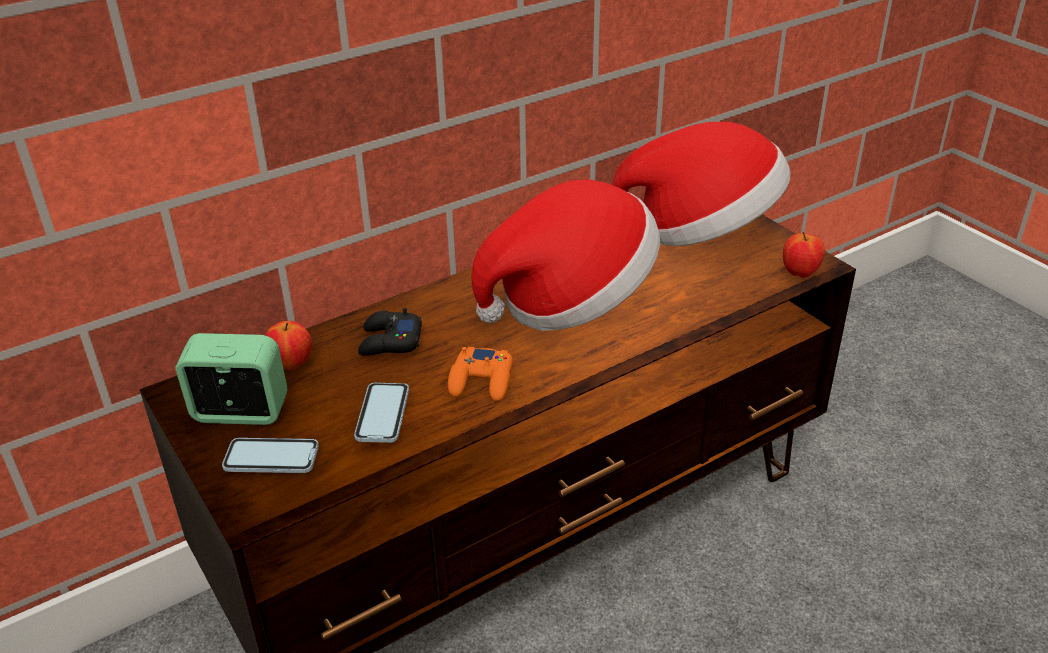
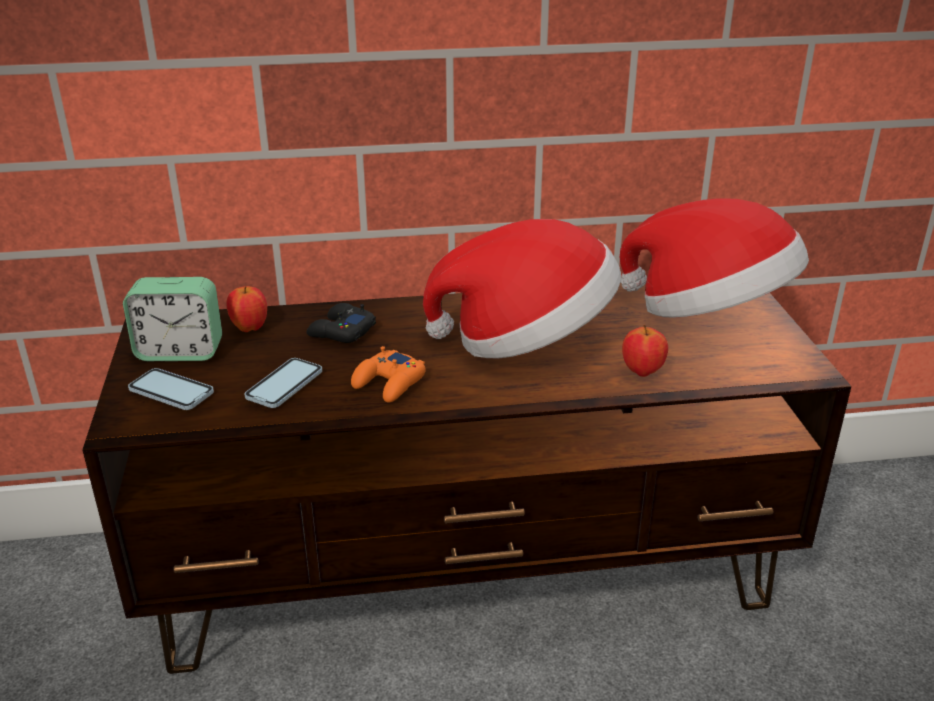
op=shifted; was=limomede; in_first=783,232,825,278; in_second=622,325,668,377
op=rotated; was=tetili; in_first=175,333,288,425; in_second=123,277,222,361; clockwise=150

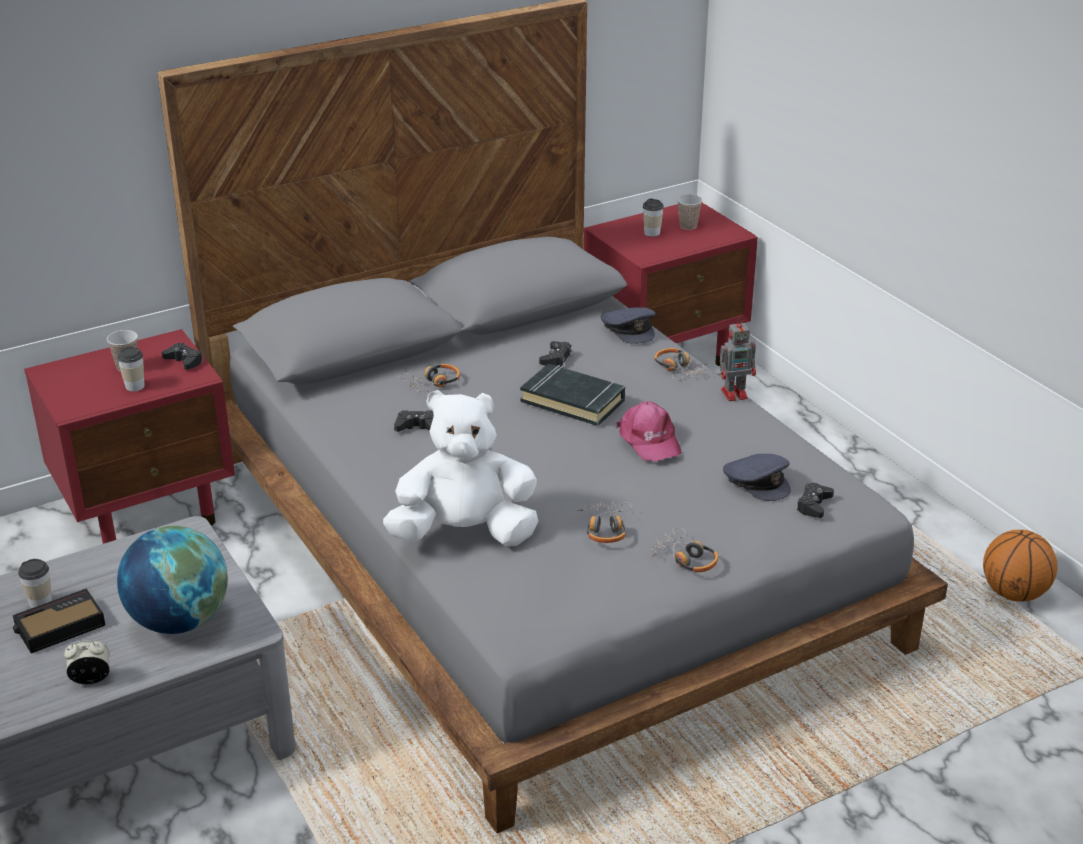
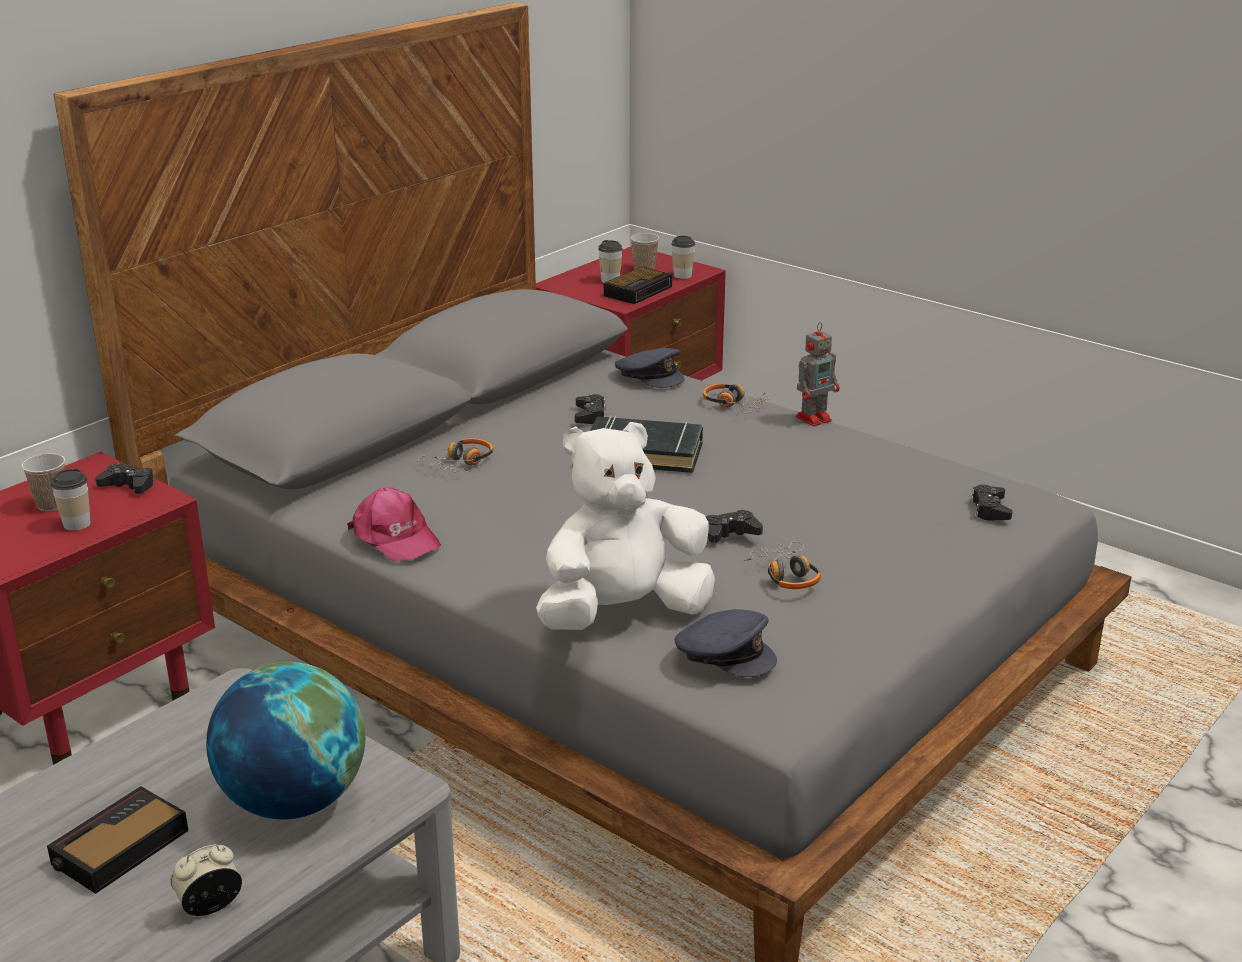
op=gone; was=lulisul; in_first=651,528,718,572
op=gone; was=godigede; in_first=983,530,1057,602
op=new; now=tetili; in_second=604,267,672,304
op=shifted; was=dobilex; in_first=18,559,52,608; in_second=671,236,696,279
op=shifted; was=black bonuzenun; in_first=394,410,434,432; in_second=706,510,763,543
op=shifted; was=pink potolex; in_first=616,401,682,461; in_second=347,487,441,562
op=shifted; was=grey potolex; in_first=723,454,791,501; in_second=675,609,777,677

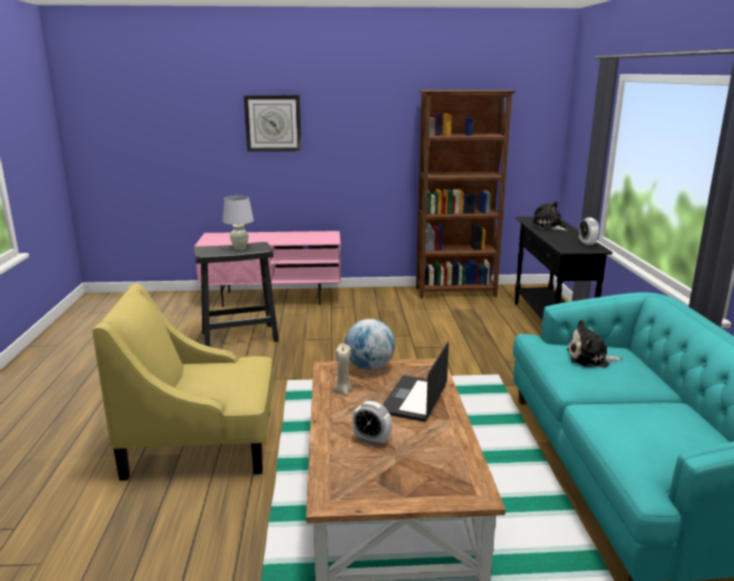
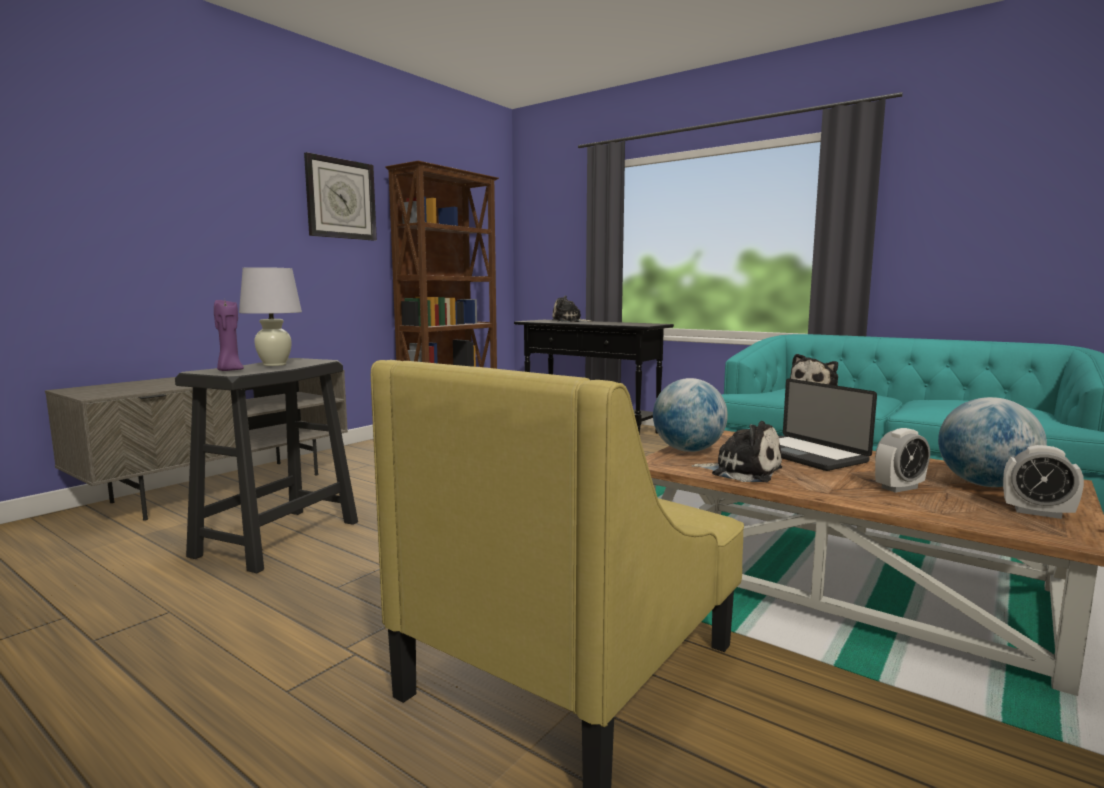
op=new; now=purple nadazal; in_second=214,300,244,371
op=new; now=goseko; in_second=938,397,1047,487
op=shifted; was=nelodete; in_first=244,95,302,152; in_second=304,152,377,241
op=shifted; was=tetili; in_first=579,217,599,246; in_second=1003,445,1084,519
op=swapped; was=beige nadazal; now=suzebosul; in_first=334,344,352,395; in_second=691,421,782,482
op=repainted; was=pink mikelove; now=grey mikelove; in_first=194,231,341,307; in_second=45,370,348,521

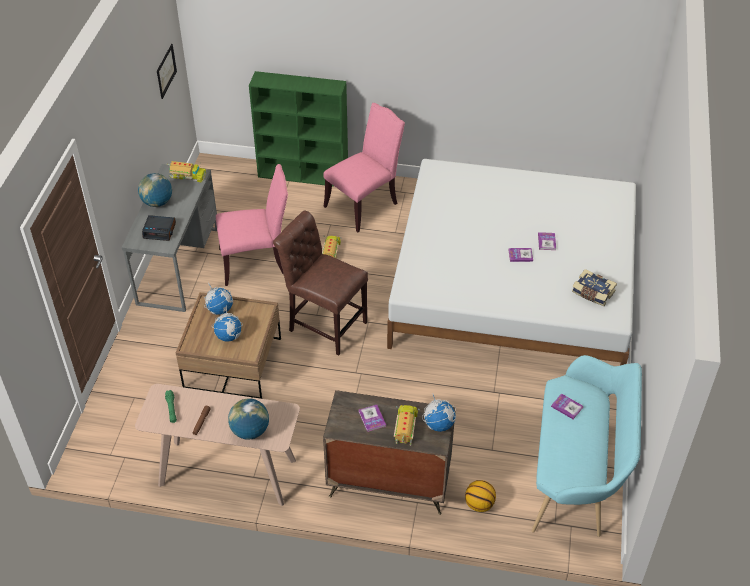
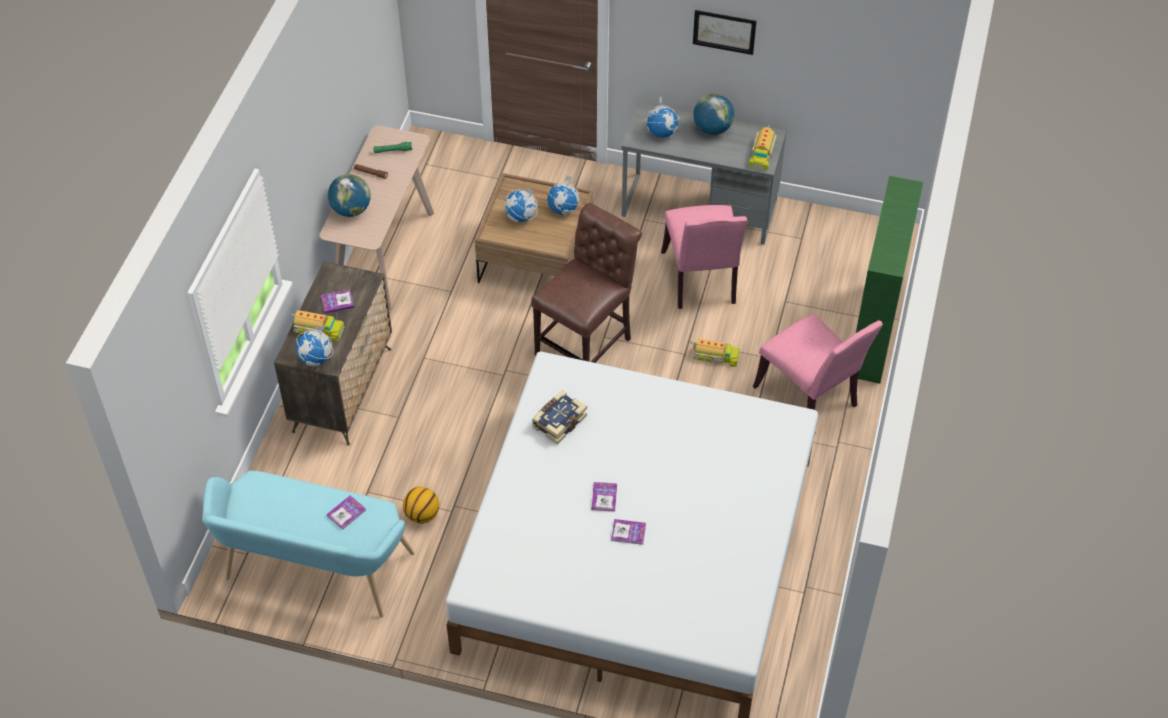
op=shifted; was=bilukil; in_first=157,44,177,99; in_second=693,10,756,55
op=shifted; was=godigede; in_first=465,480,496,512; in_second=403,487,439,524
op=shifted; was=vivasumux; in_first=572,269,617,306; in_second=532,391,587,444
op=swapped; was=tetili; now=goseko; in_first=142,215,176,241; in_second=645,96,680,138

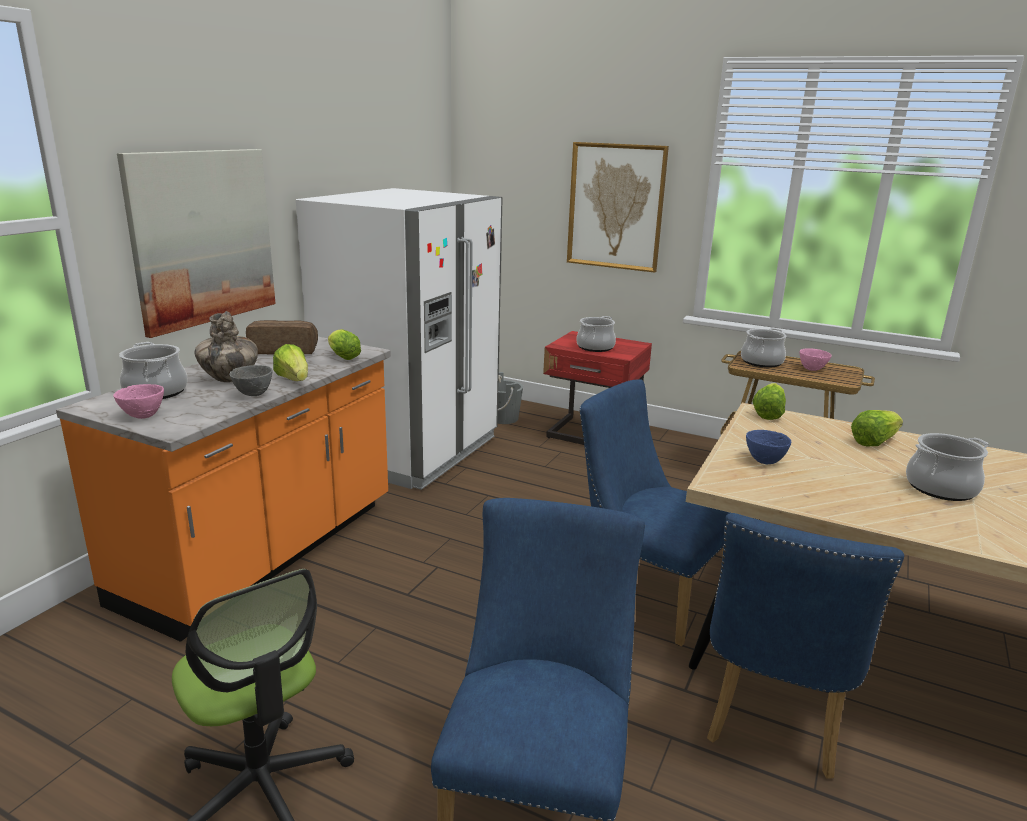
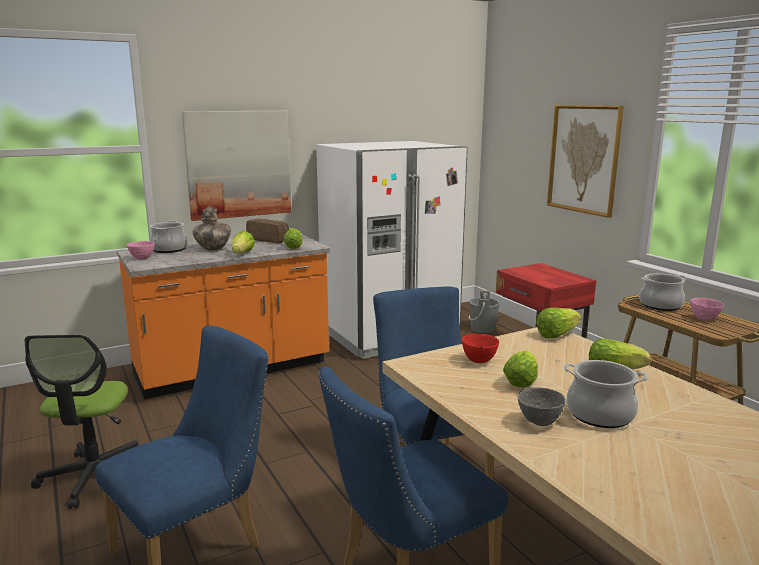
op=gone; was=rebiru; in_first=576,316,616,352
op=new; now=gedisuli; in_second=503,350,538,388
op=shifted; was=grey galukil; in_first=229,365,273,396; in_second=517,387,566,426
op=repainted; was=blue galukil; now=red galukil; in_first=746,430,791,464; in_second=462,334,499,363

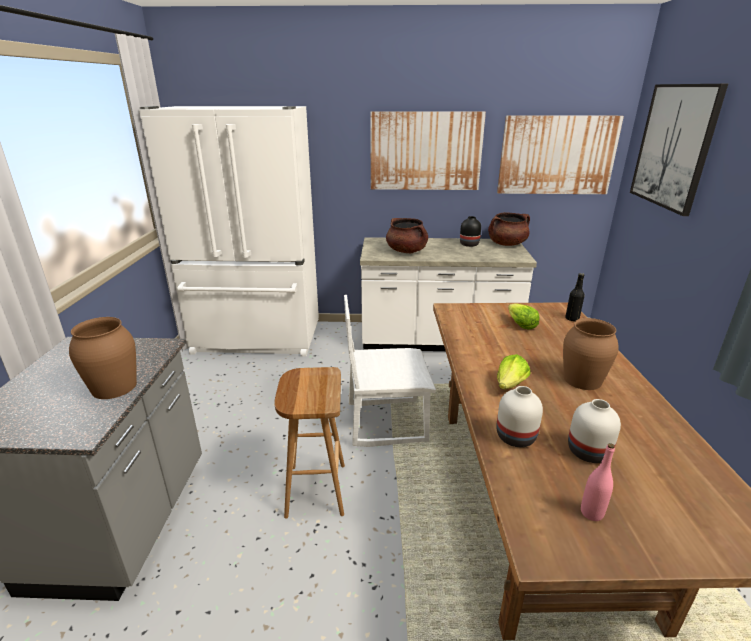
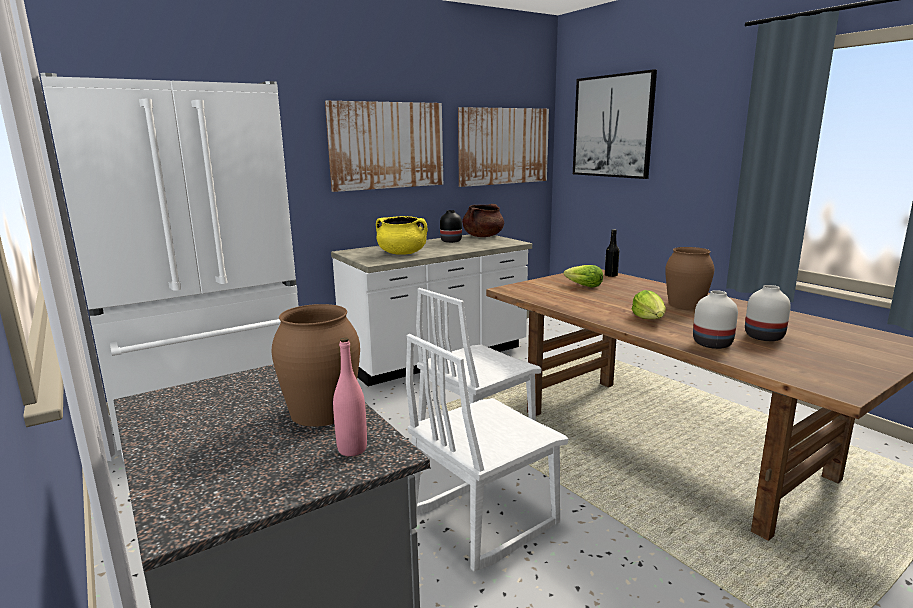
op=shifted; was=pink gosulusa; in_first=581,443,615,521; in_second=333,338,367,456
op=swapped; was=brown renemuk; now=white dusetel; in_first=274,367,345,519; in_second=406,334,568,572
op=repainted; was=brown rebiru; now=yellow rebiru; in_first=386,218,428,253; in_second=376,216,427,255

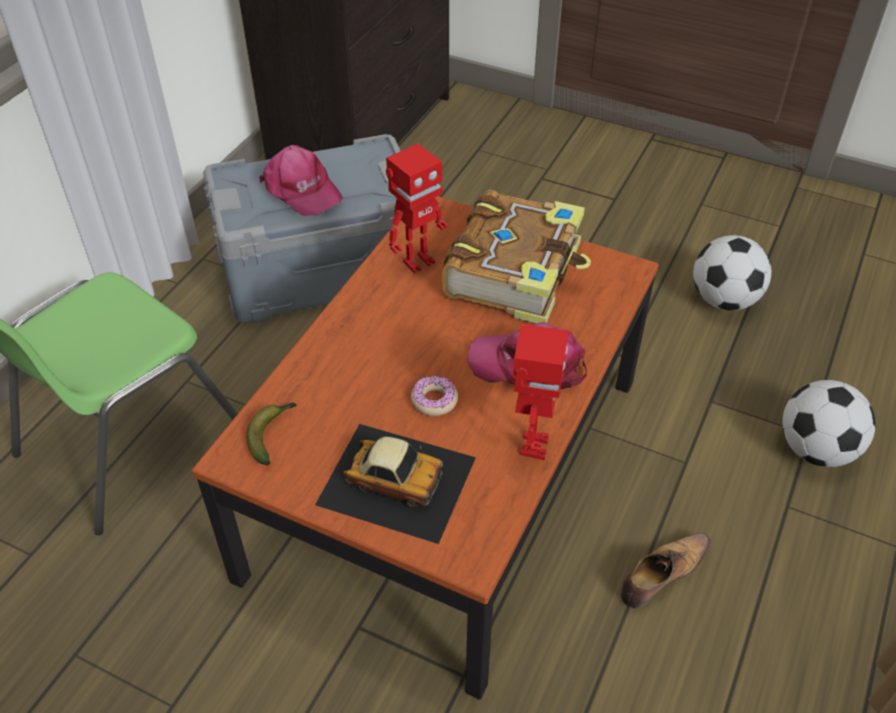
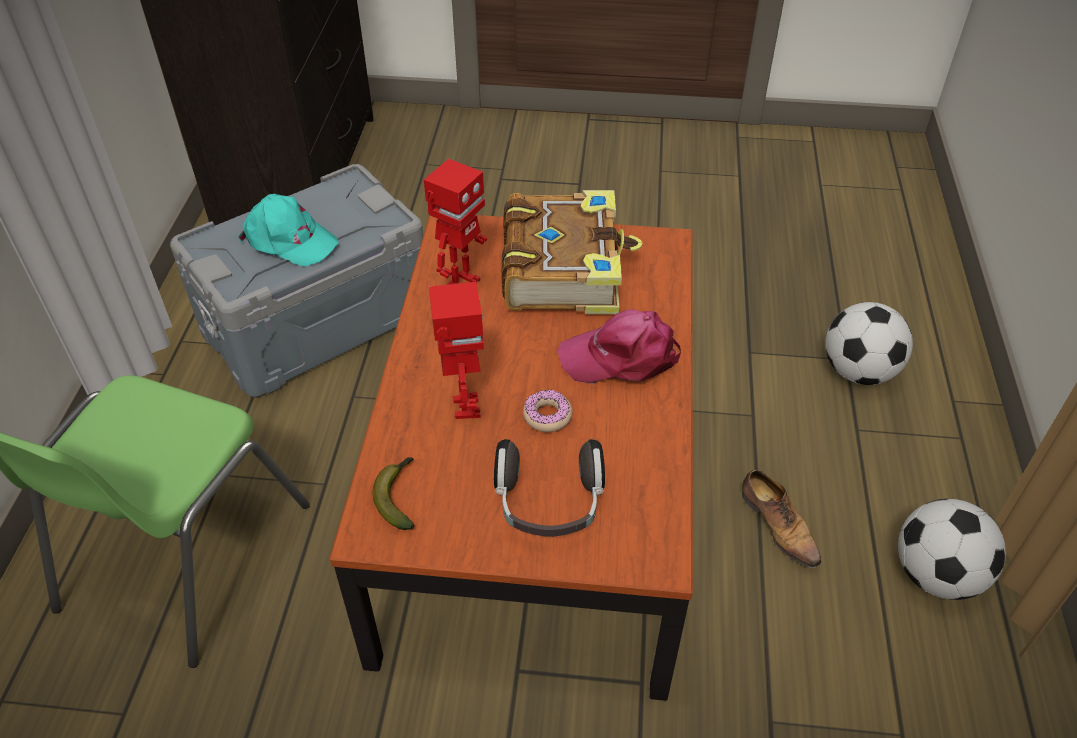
op=shifted; was=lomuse; in_first=513,324,569,460; in_second=429,282,484,419
op=shifted; was=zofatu; in_first=693,235,771,311; in_second=898,499,1006,600
op=swapped; was=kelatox; now=lulisul; in_first=315,424,476,544; in_second=494,439,605,537
op=repainted; was=pink potolex; now=turquoise potolex; in_first=259,145,343,216; in_second=238,194,339,267
op=rotated; was=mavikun; in_first=621,533,711,608; in_second=742,470,821,568; clockwise=120

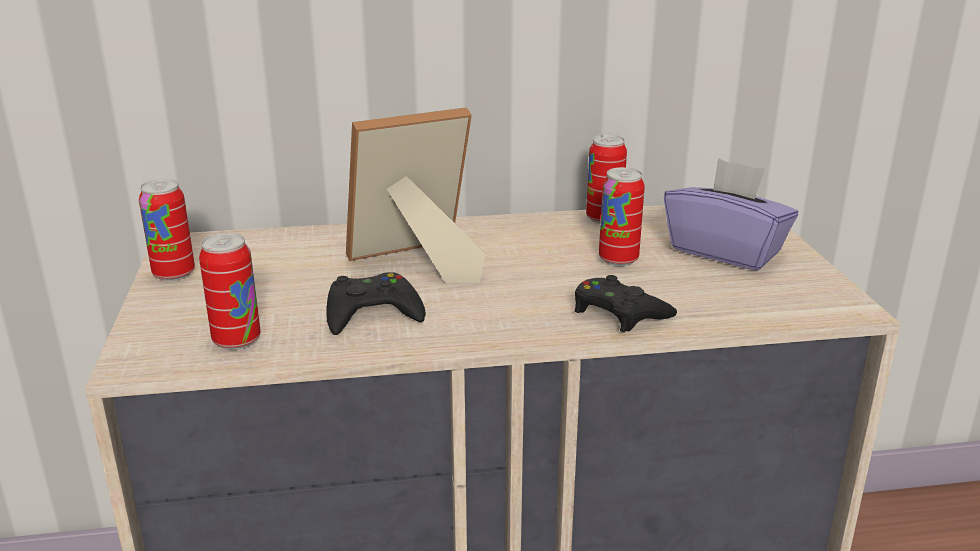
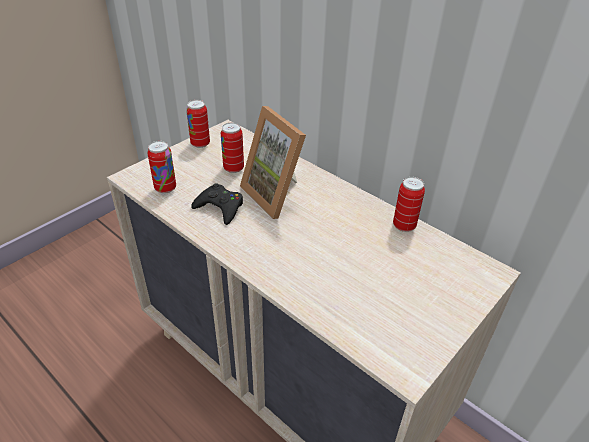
op=gone; was=black bonuzenun; in_first=575,275,677,332
op=gone; was=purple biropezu; in_first=664,158,798,271
op=shifted; was=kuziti; in_first=599,167,645,266; in_second=221,122,244,173
op=rotated; was=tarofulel; in_first=346,107,486,283; in_second=240,106,306,219; clockwise=-150

